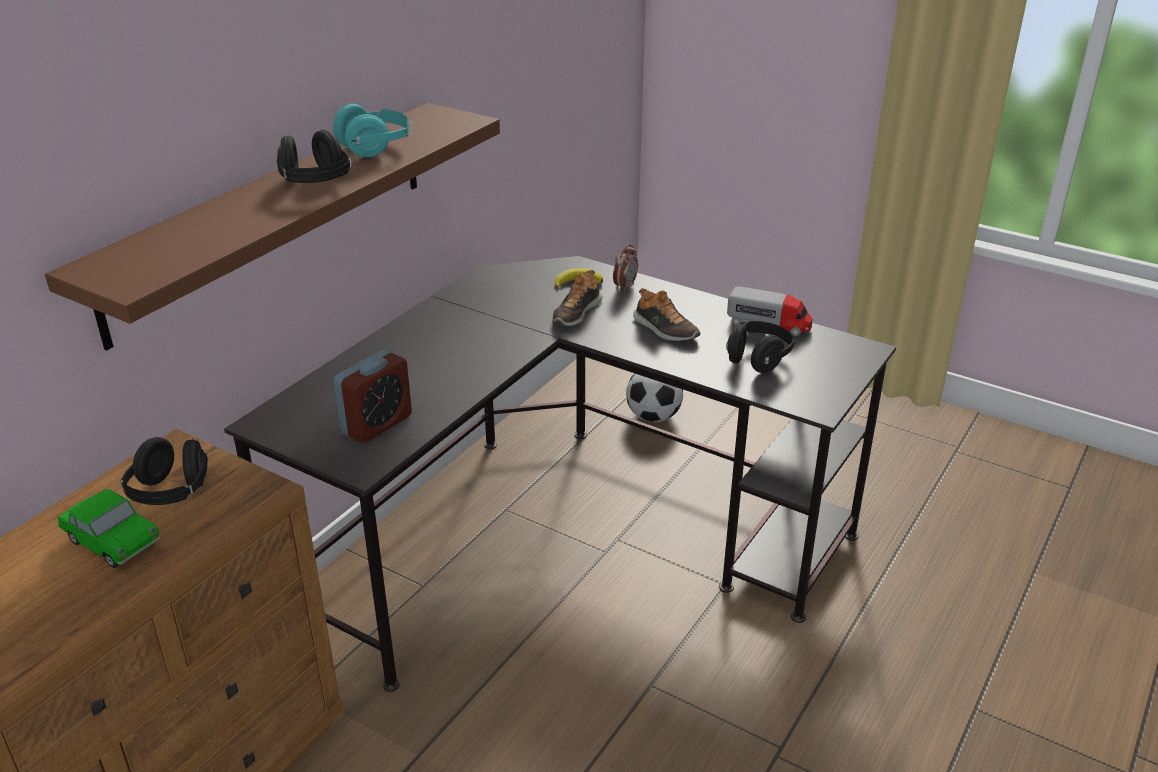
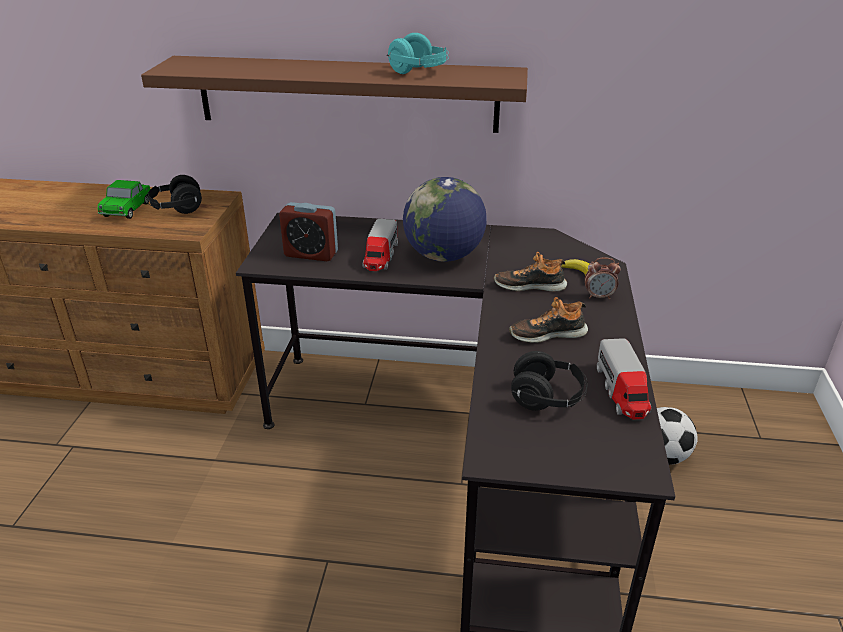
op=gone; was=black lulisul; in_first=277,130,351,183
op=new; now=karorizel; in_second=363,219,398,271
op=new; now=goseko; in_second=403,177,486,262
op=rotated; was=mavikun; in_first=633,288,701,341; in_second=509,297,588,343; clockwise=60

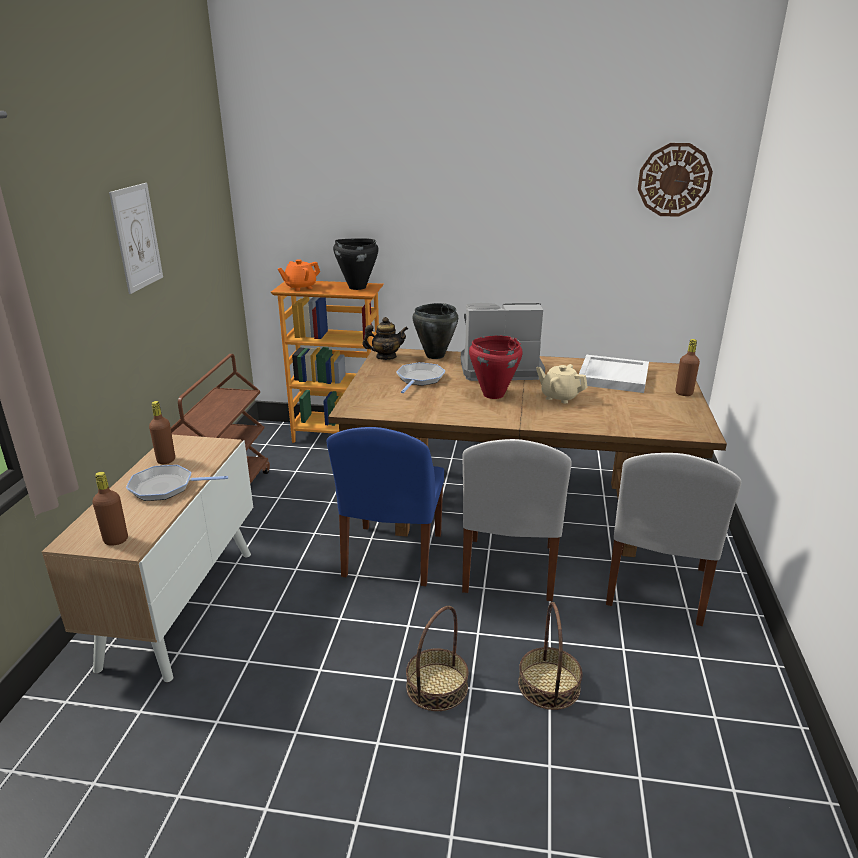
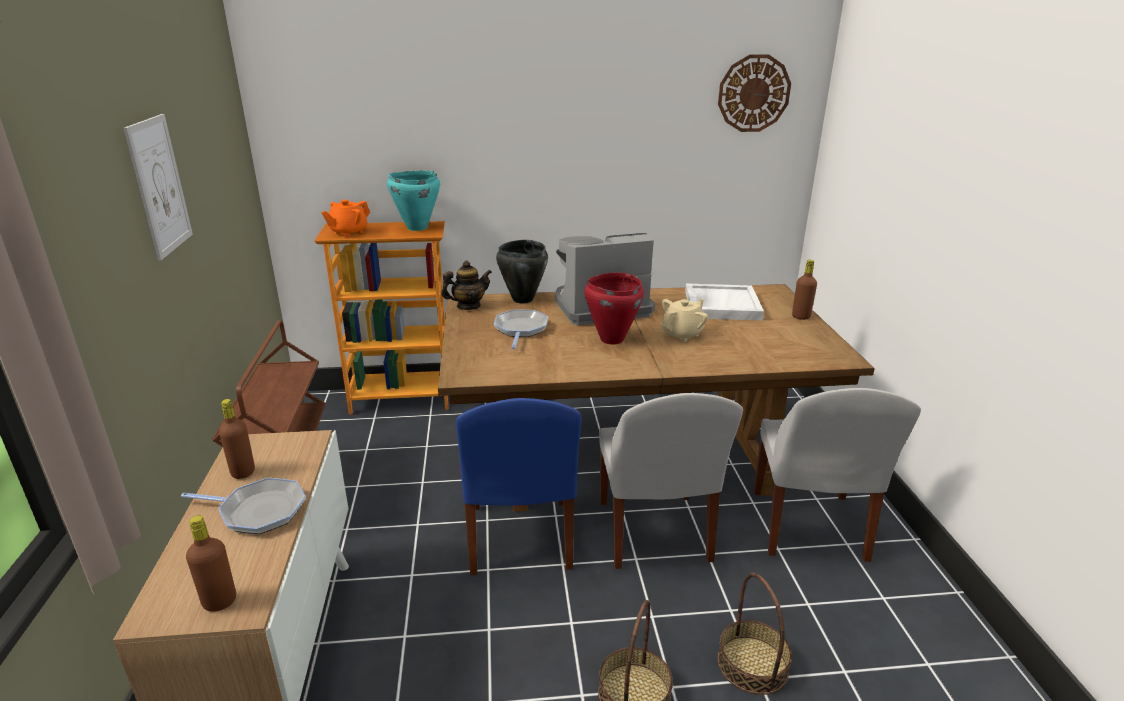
op=repainted; was=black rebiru; now=turquoise rebiru; in_first=333,238,379,290; in_second=387,171,440,231
op=rotated; was=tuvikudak; in_first=126,465,228,501; in_second=181,478,306,534; clockwise=-150
op=rotated; was=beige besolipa; in_first=536,364,588,404; in_second=661,299,708,342; clockwise=120

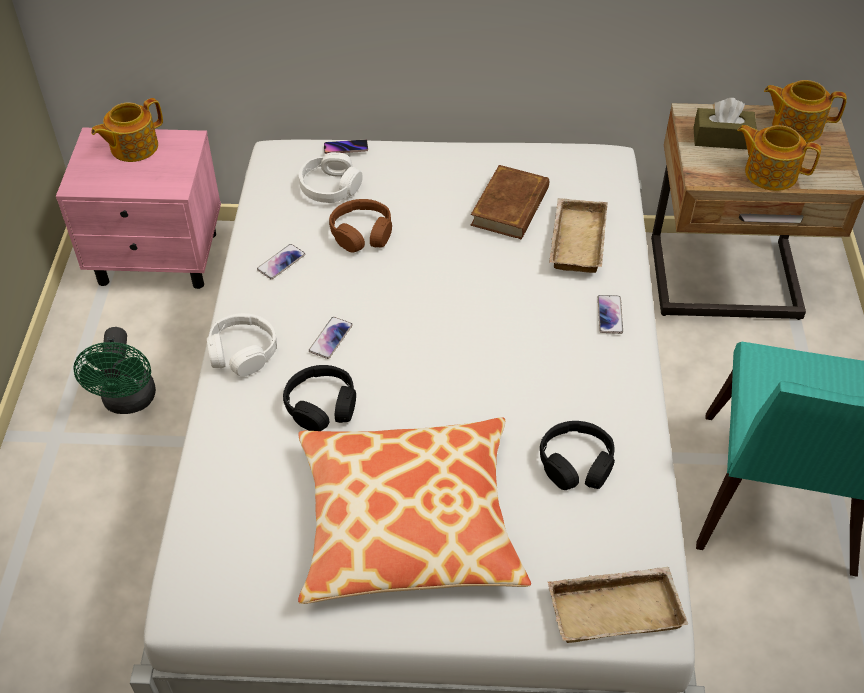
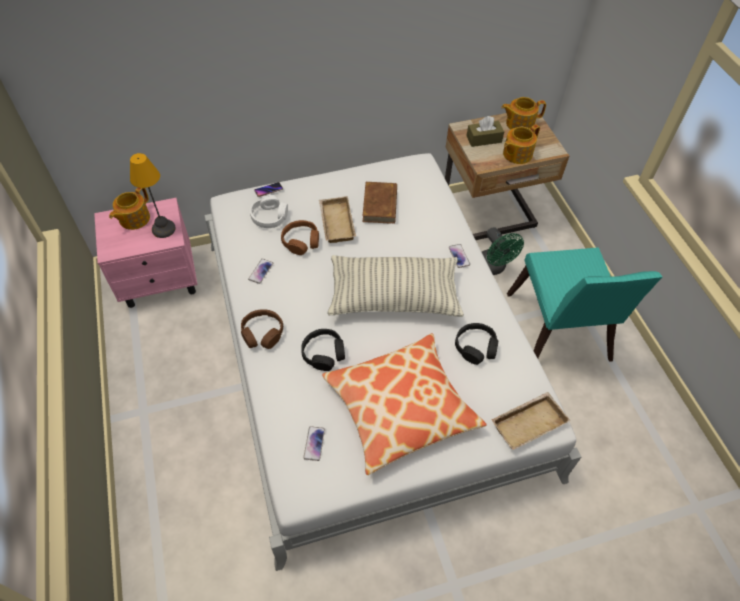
op=new; now=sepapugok; in_second=130,153,176,238
op=new; now=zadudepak; in_second=327,255,464,317
op=shifted; was=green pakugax; in_first=73,327,156,414; in_second=482,227,524,275
op=shifted; was=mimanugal; in_first=309,317,353,359; in_second=303,426,325,461
op=shifted; was=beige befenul; in_first=549,198,607,273; in_second=319,196,356,243
op=repainted; was=white lulisul; now=brown lulisul; in_first=207,313,277,377; in_second=241,309,283,349
op=rotated; was=besolipa; in_first=737,125,821,191; in_second=503,124,540,164; clockwise=-45

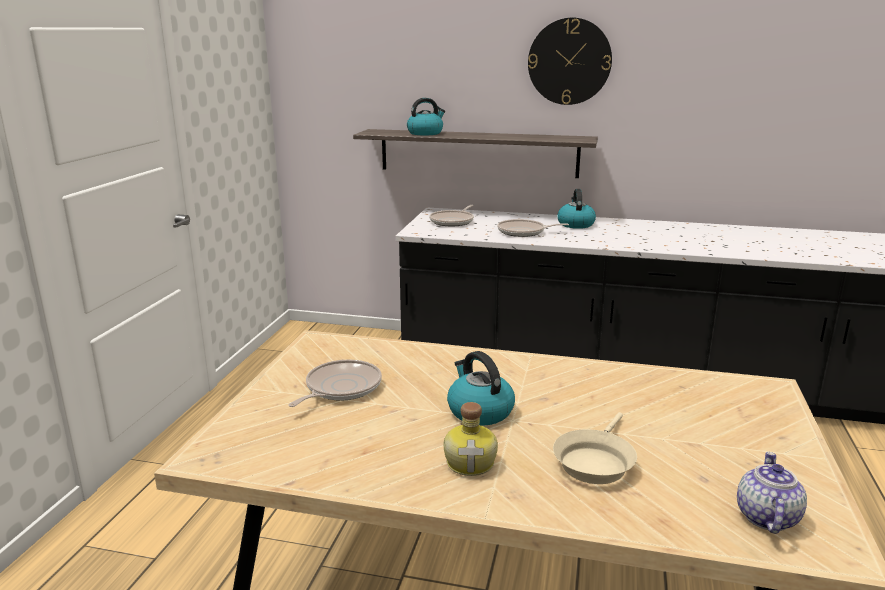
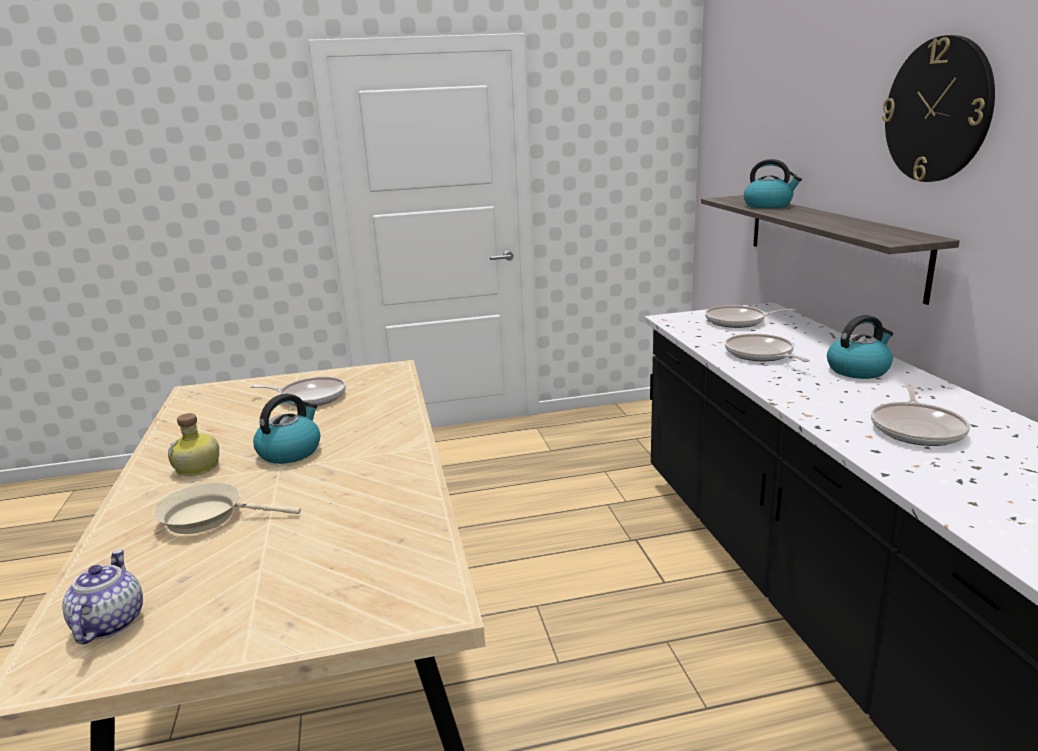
op=new; now=tuvikudak; in_second=871,384,970,446
op=rotated; was=besolipa; in_first=737,452,807,534; in_second=62,549,143,644; clockwise=-90

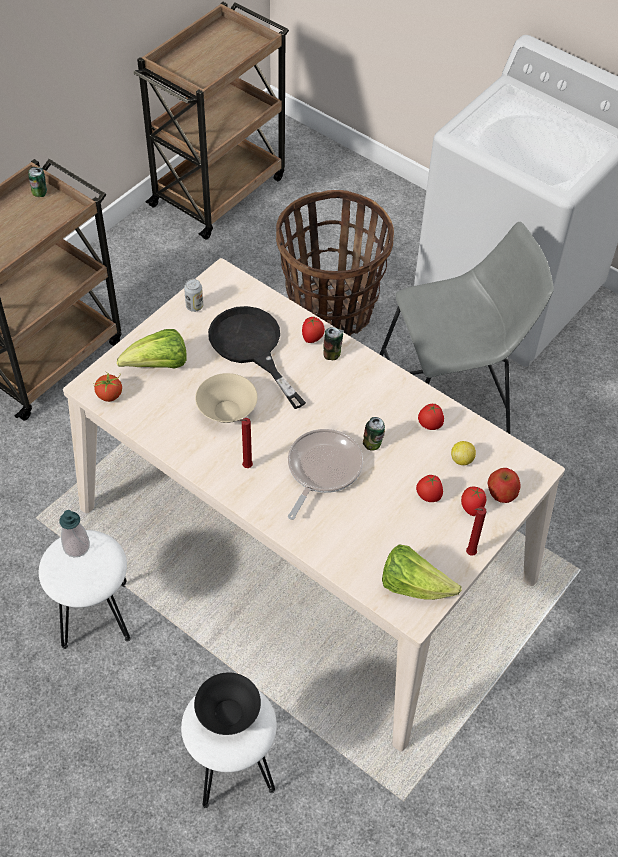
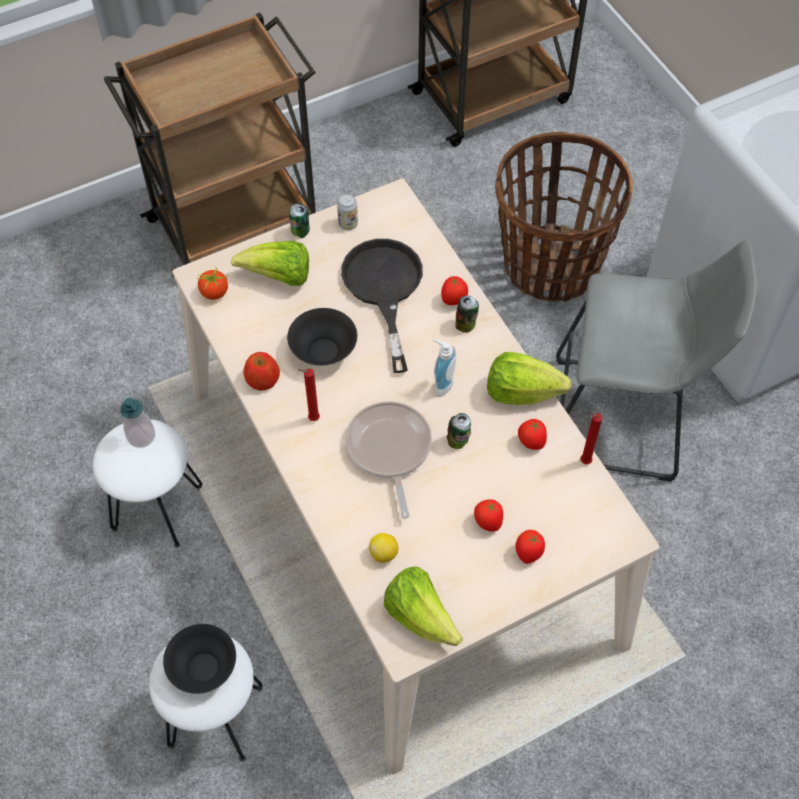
op=new; now=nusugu; in_second=432,339,456,397
op=new; now=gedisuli; in_second=487,352,571,405
op=shifted; was=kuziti; in_first=28,167,47,197; in_second=289,203,310,238
op=shifted; was=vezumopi; in_first=451,441,476,465; in_second=369,533,398,563
op=shifted; was=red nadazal; in_first=466,507,487,556; in_second=580,412,603,464
op=shifted; was=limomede; in_first=488,468,521,503; in_second=243,352,280,391
op=repainted; was=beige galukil; now=black galukil; in_first=195,373,258,423; in_second=287,308,357,366
op=rotated; was=tuvikudak; in_first=288,429,363,520; in_second=346,401,432,519; clockwise=-60

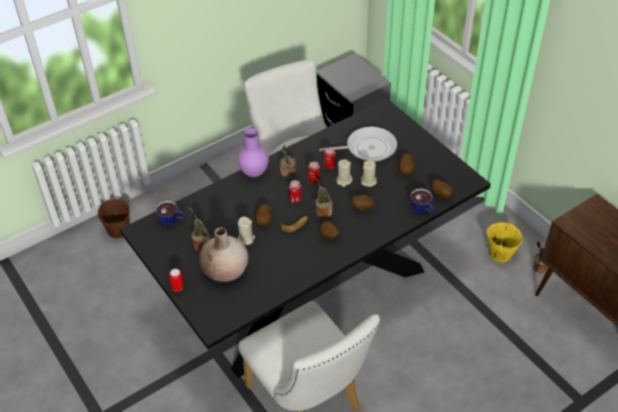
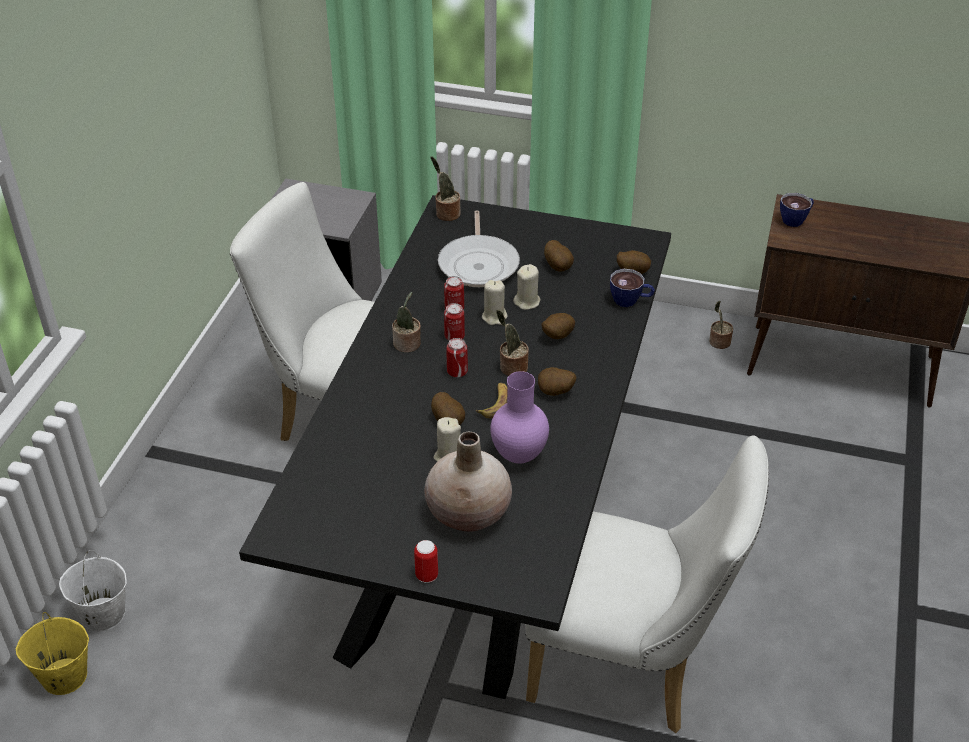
op=shifted; was=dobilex; in_first=155,201,185,225; in_second=780,193,814,227
op=shifted; was=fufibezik; in_first=188,207,210,251; in_second=430,156,461,221
op=shifted; was=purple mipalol; in_first=238,128,269,177; in_second=490,371,549,464
op=shifted; was=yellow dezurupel; in_first=487,222,523,262; in_second=16,612,89,695
op=repainted; was=brown dezurupel; now=white dezurupel; in_first=98,196,130,238; in_second=59,550,127,632
op=rotated; was=tuvikudak; in_first=319,127,397,162; in_second=438,211,520,287; clockwise=135

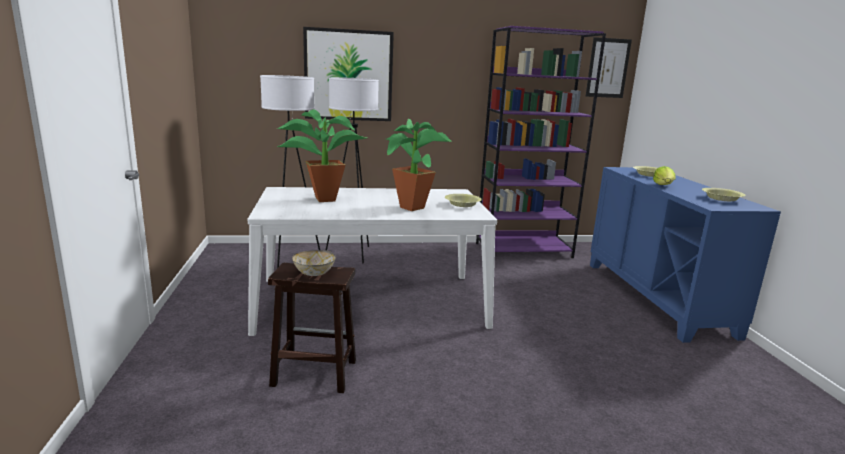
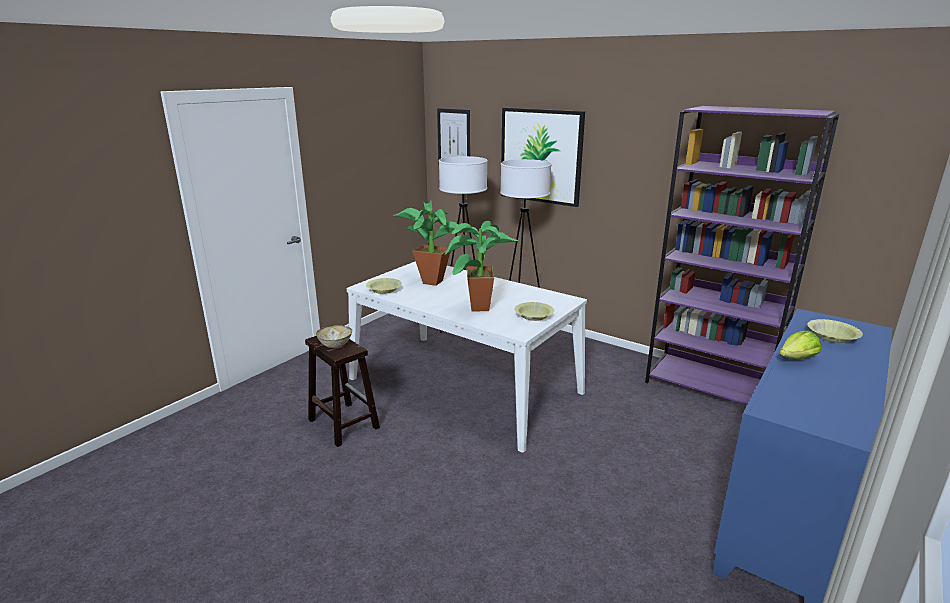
op=shifted; was=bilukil; in_first=586,37,632,98; in_second=437,108,470,165
op=shifted; was=yellow galukil; in_first=702,188,745,201; in_second=366,278,402,294

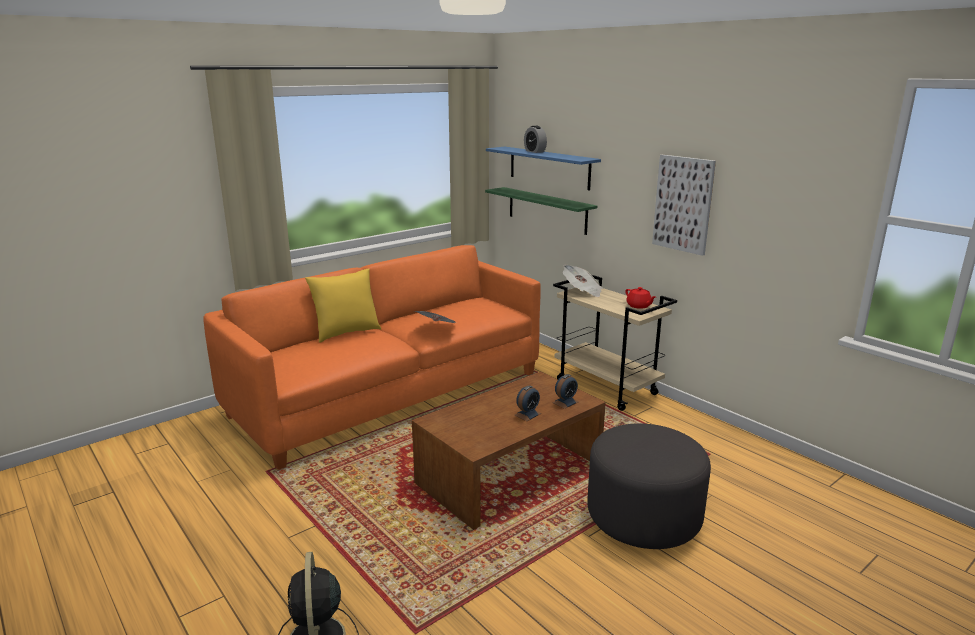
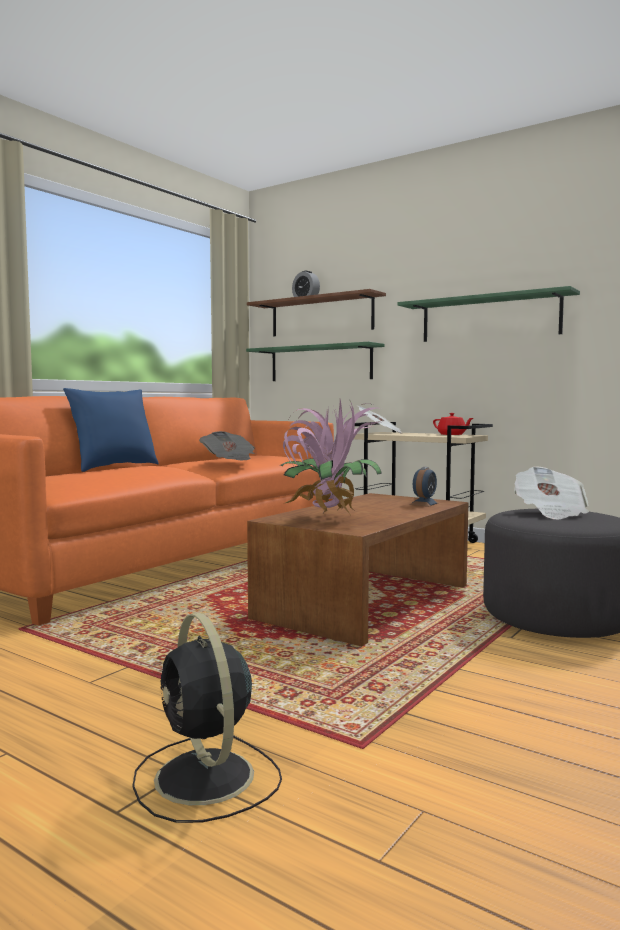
op=gone; was=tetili; in_first=514,385,541,421
op=new; now=fufibezik; in_second=280,399,382,515
op=new; now=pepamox; in_second=514,466,589,519
op=swapped; was=bilukil; now=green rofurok; in_first=652,155,716,256; in_second=398,286,580,342
op=repainted; was=yellow zadudepak; now=blue zadudepak; in_first=305,269,381,343; in_second=63,388,159,472
op=repainted; was=blue rofurok; now=brown rofurok; in_first=486,147,601,191; in_second=247,289,386,336

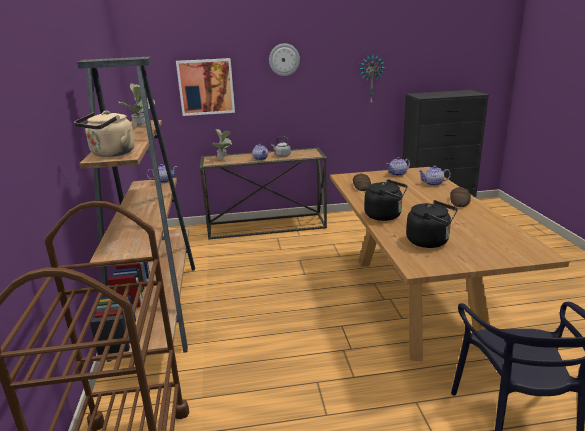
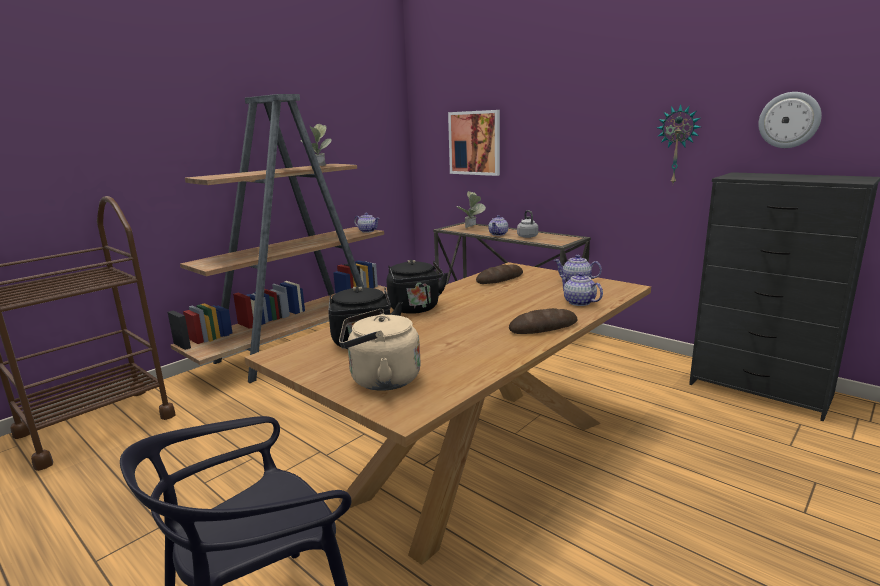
op=shifted; was=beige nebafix; in_first=74,111,135,157; in_second=339,309,421,391
op=shifted; was=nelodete; in_first=269,43,300,76; in_second=758,92,822,148

